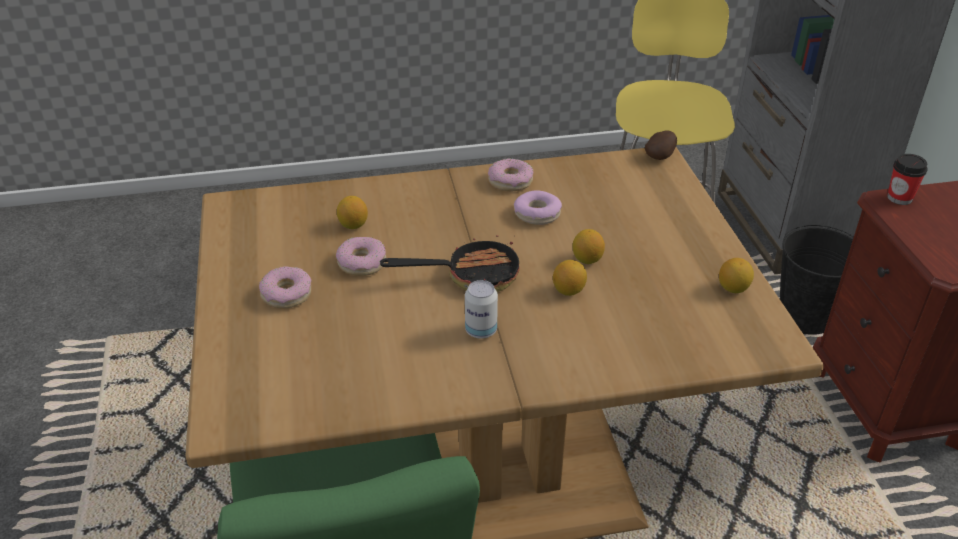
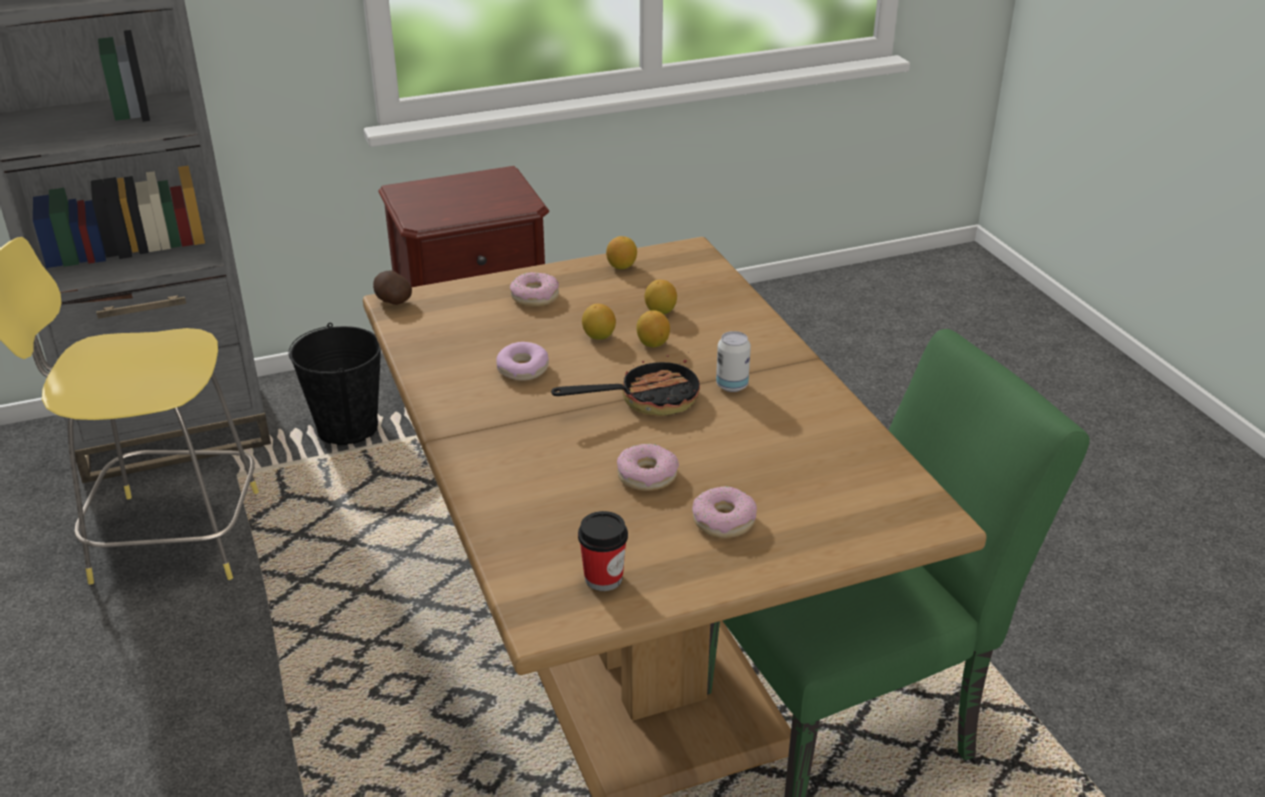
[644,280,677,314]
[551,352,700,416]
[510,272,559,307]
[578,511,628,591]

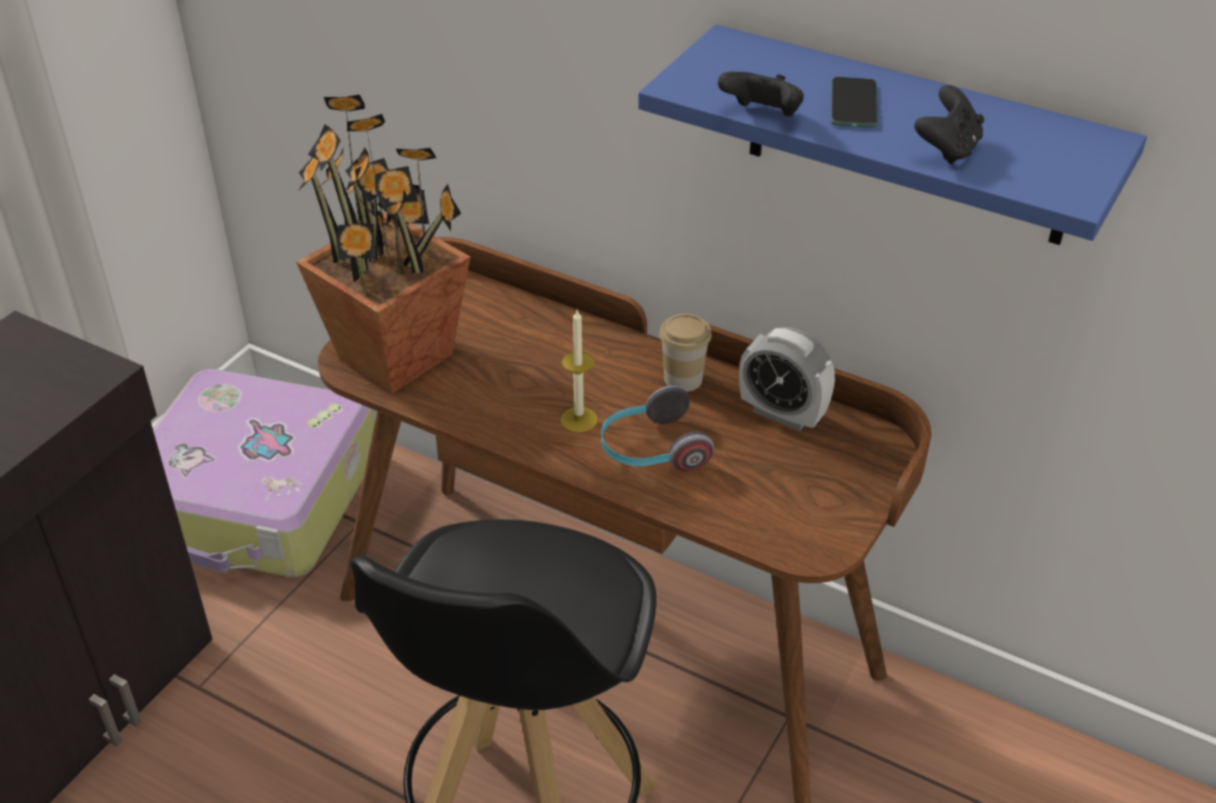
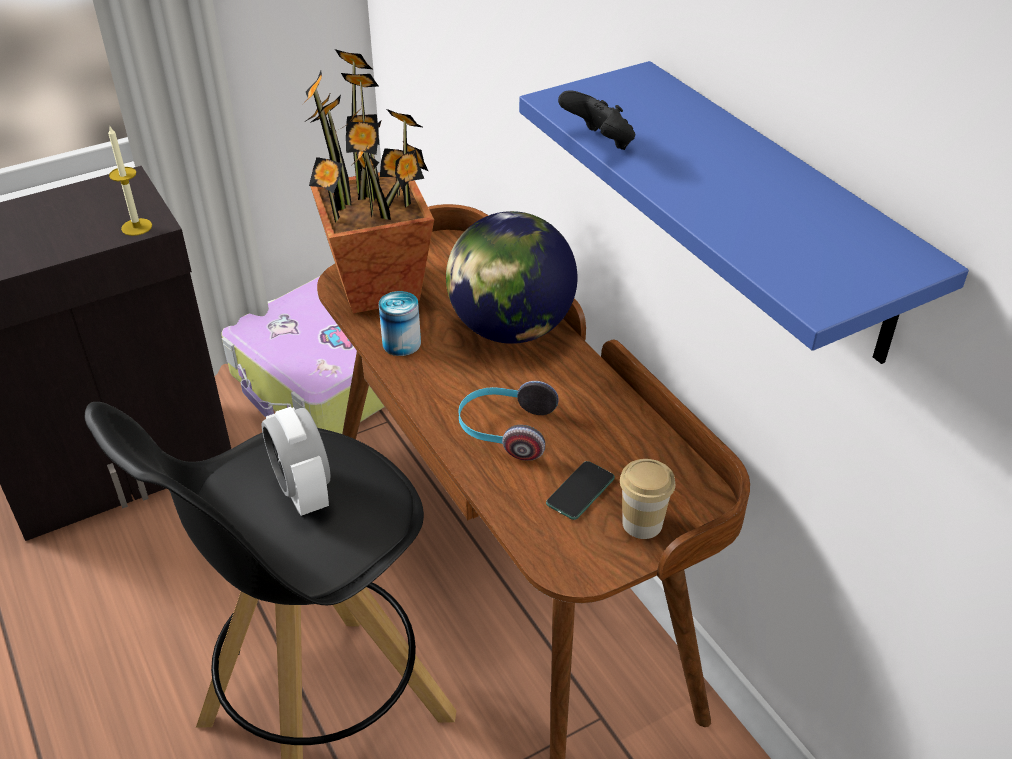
[108,127,152,236]
[620,459,675,539]
[262,407,330,516]
[546,461,615,520]
[914,85,984,165] (first image)
[379,291,421,356]
[446,211,577,344]

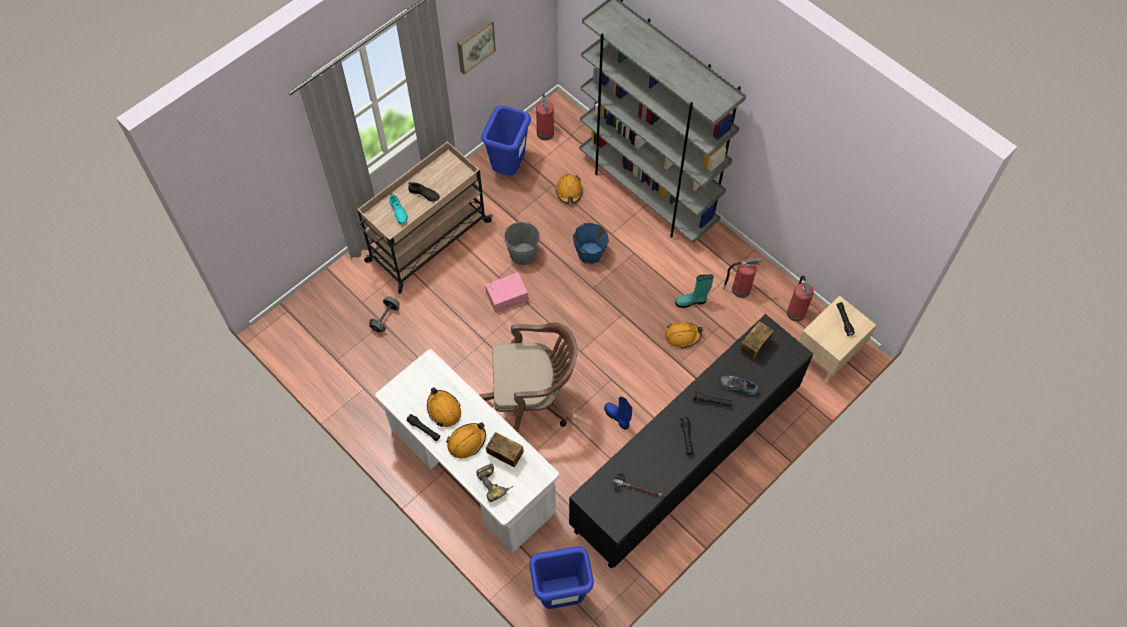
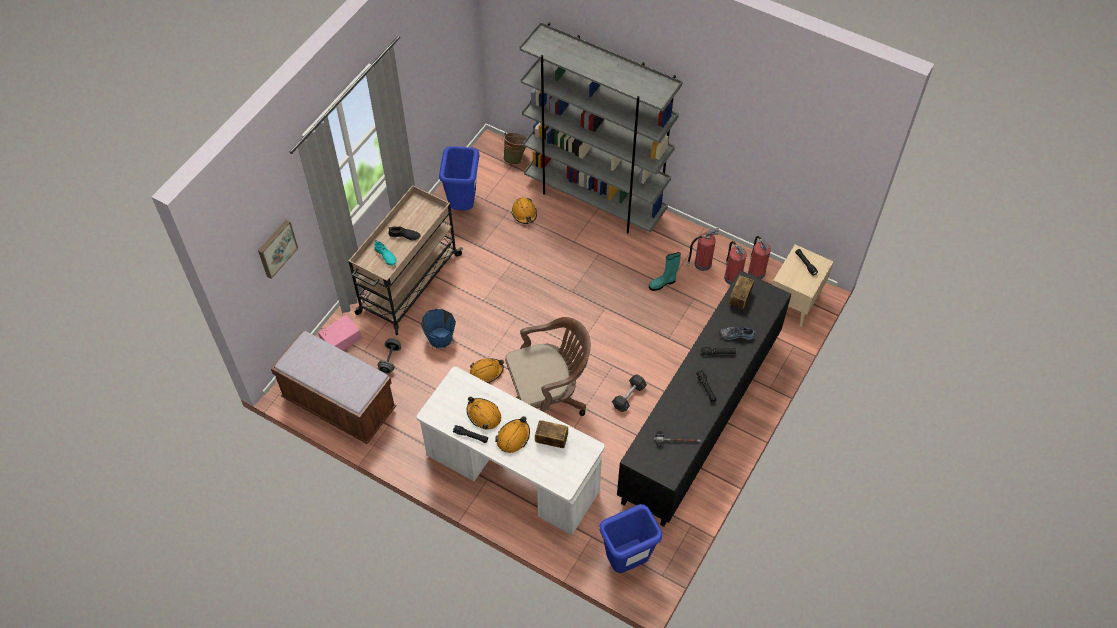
[258,220,298,279]
[476,464,513,502] (first image)
[318,315,362,350]
[504,222,540,265] (first image)
[724,241,747,285]
[421,309,456,349]
[612,374,647,412]
[470,359,504,383]
[271,331,397,444]
[502,132,527,165]

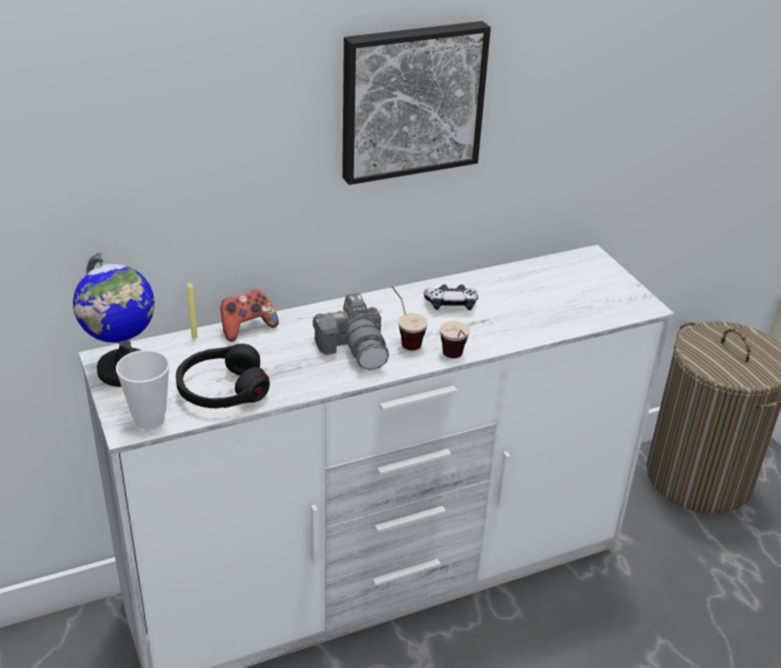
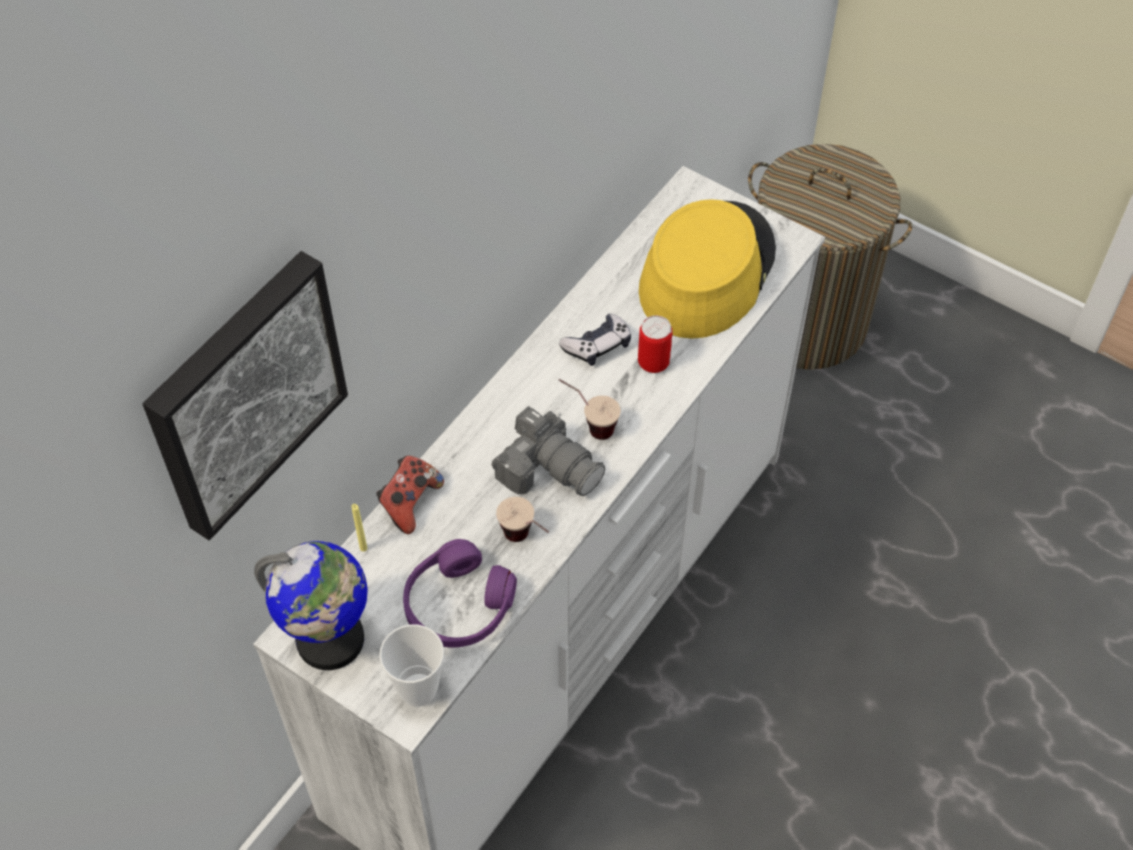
[403,539,517,647]
[143,251,348,540]
[496,497,549,542]
[638,315,673,373]
[639,199,776,339]

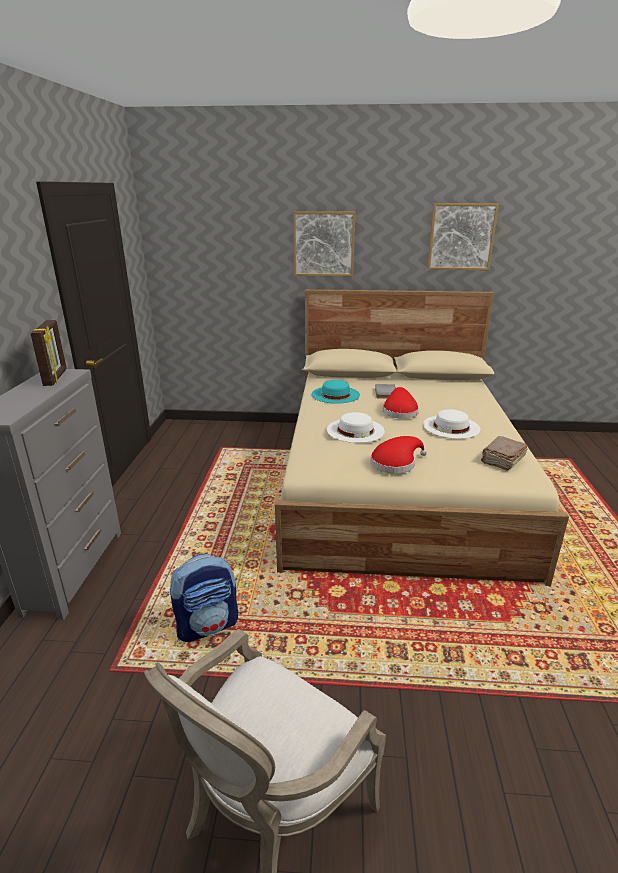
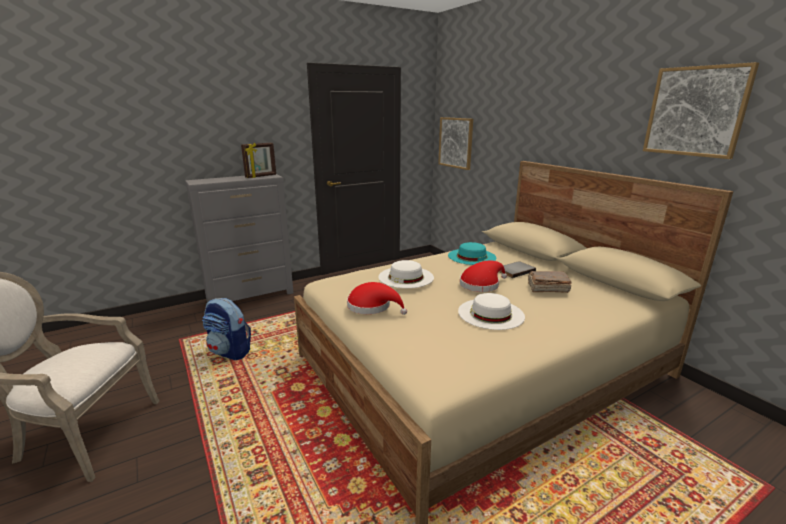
[438,117,473,170]
[528,271,572,293]

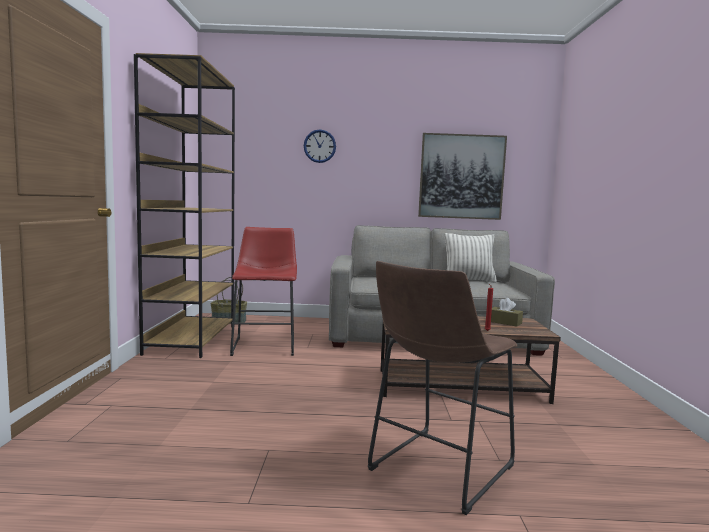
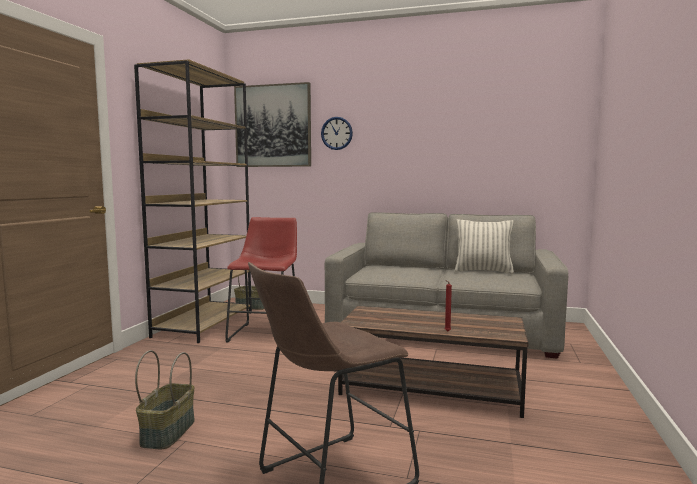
[234,82,311,167]
[491,298,523,327] (first image)
[135,350,195,449]

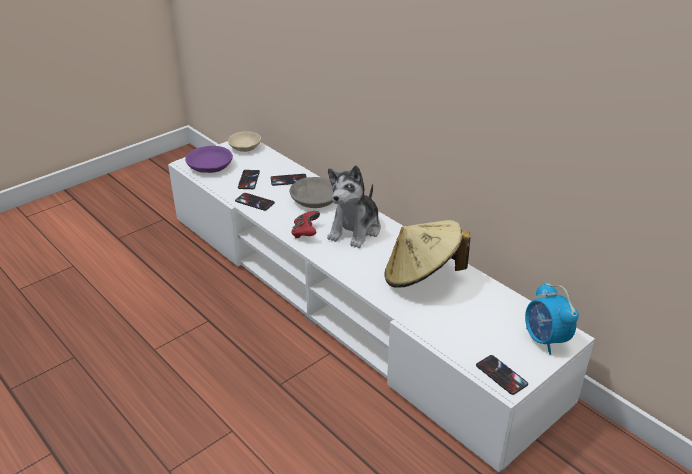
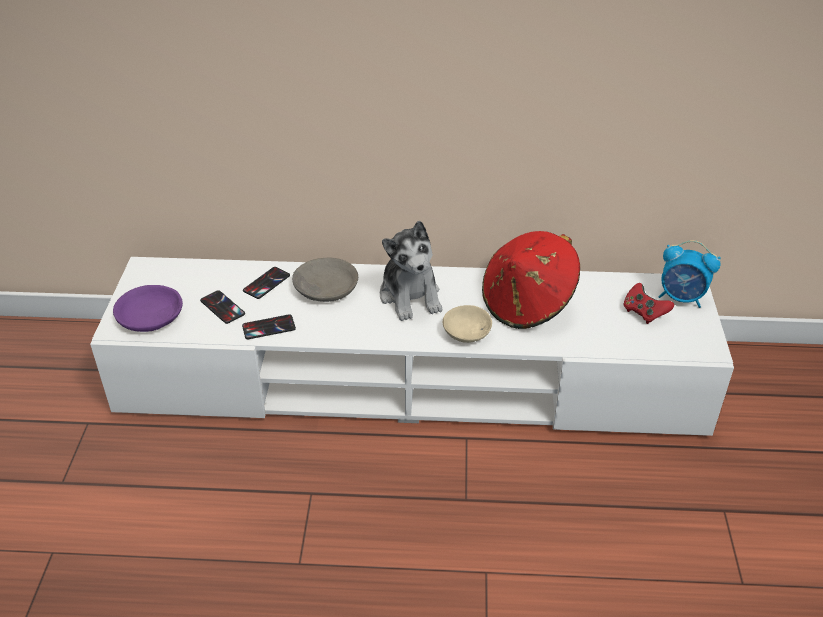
[443,305,492,343]
[623,283,674,324]
[482,231,580,329]
[476,355,528,395] (first image)

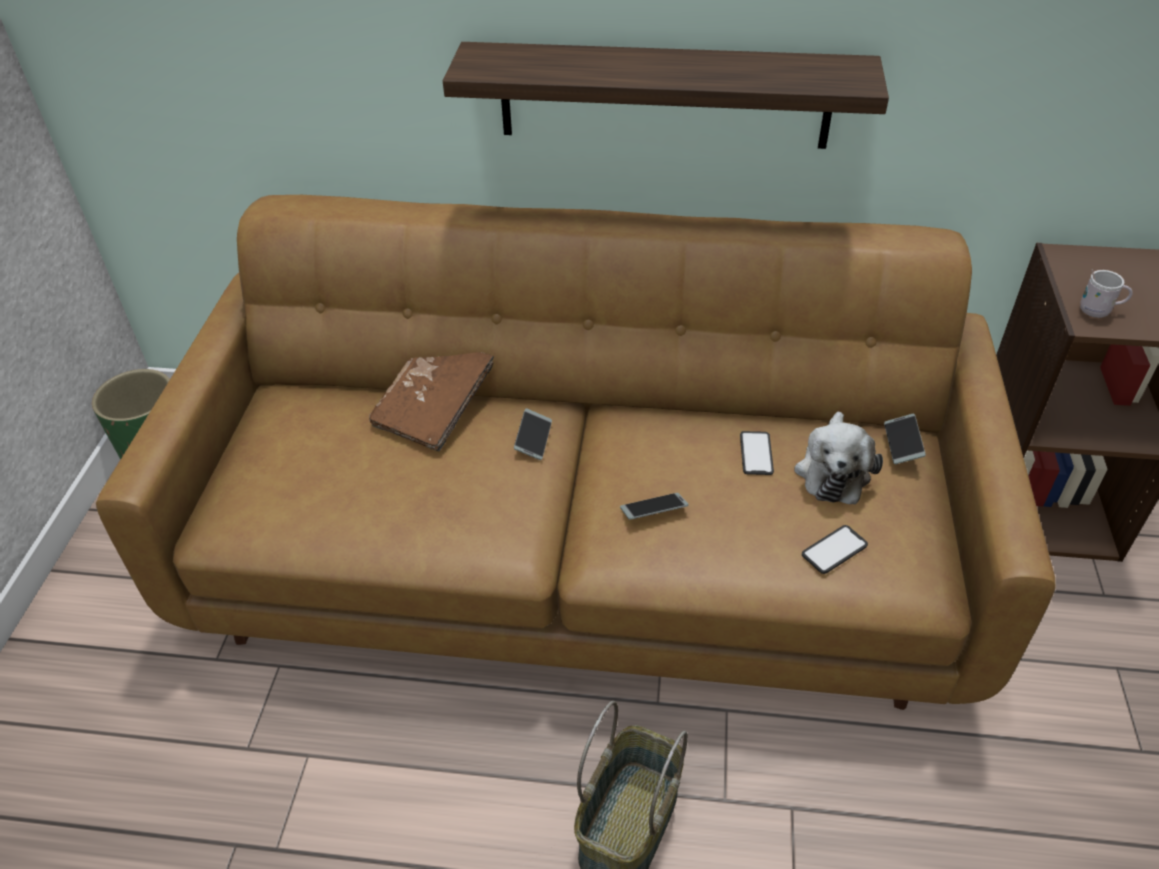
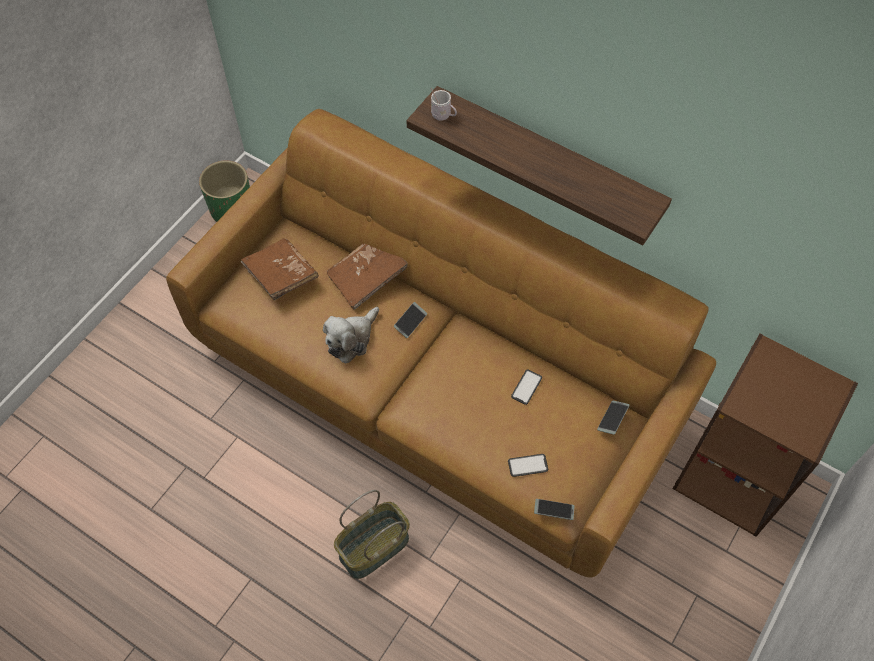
[534,499,574,520]
[323,307,379,364]
[431,88,457,121]
[241,239,319,300]

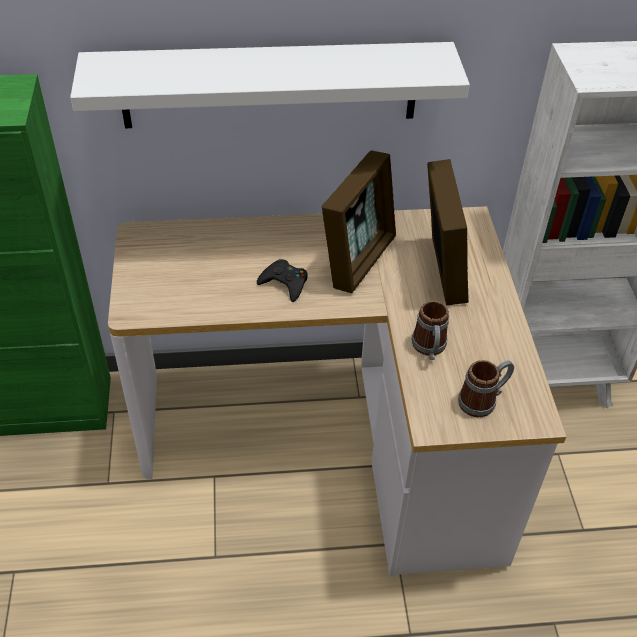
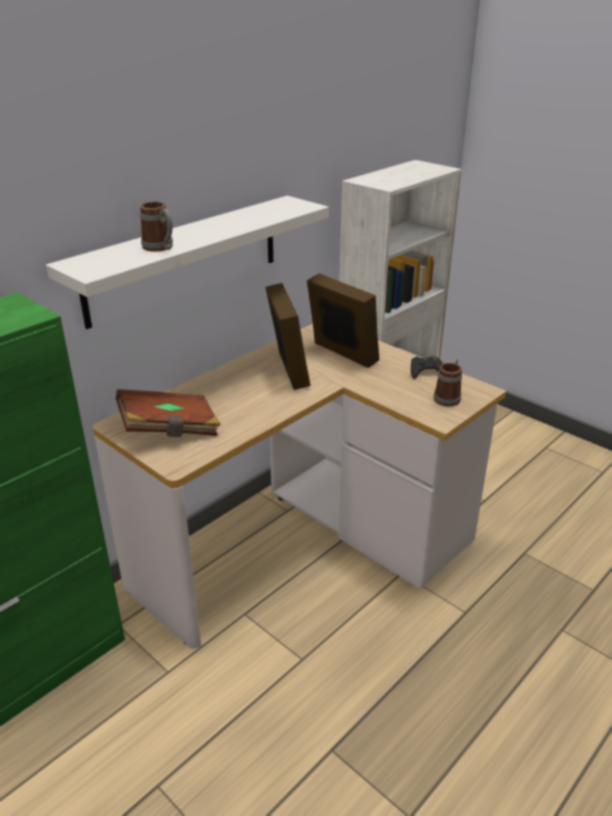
[411,356,444,379]
[140,202,173,252]
[116,389,221,437]

